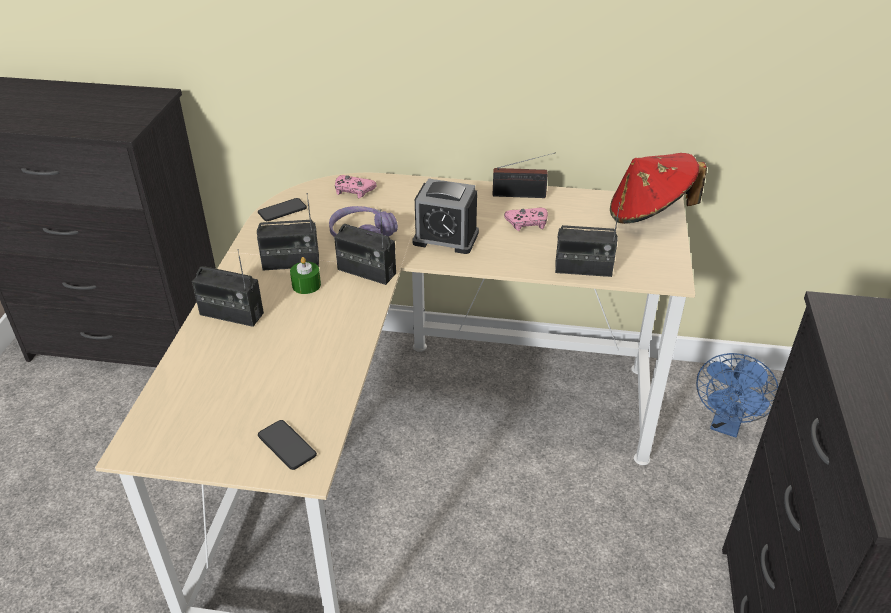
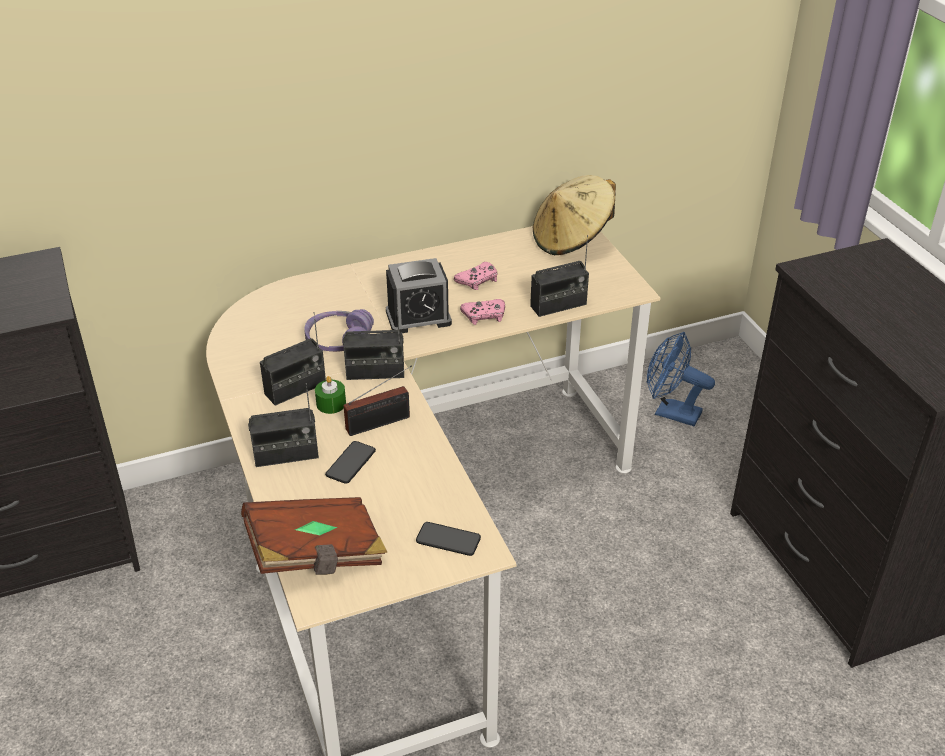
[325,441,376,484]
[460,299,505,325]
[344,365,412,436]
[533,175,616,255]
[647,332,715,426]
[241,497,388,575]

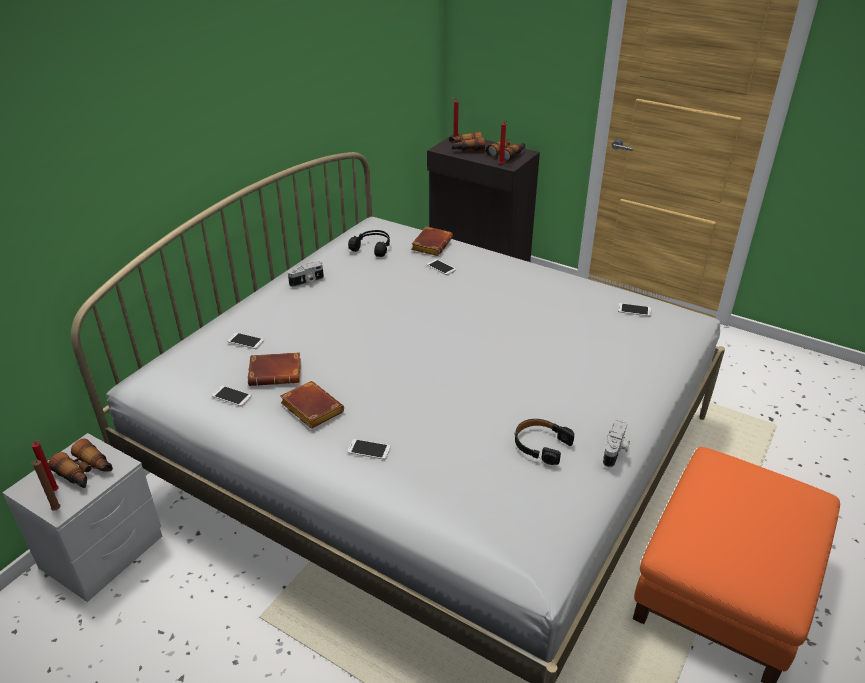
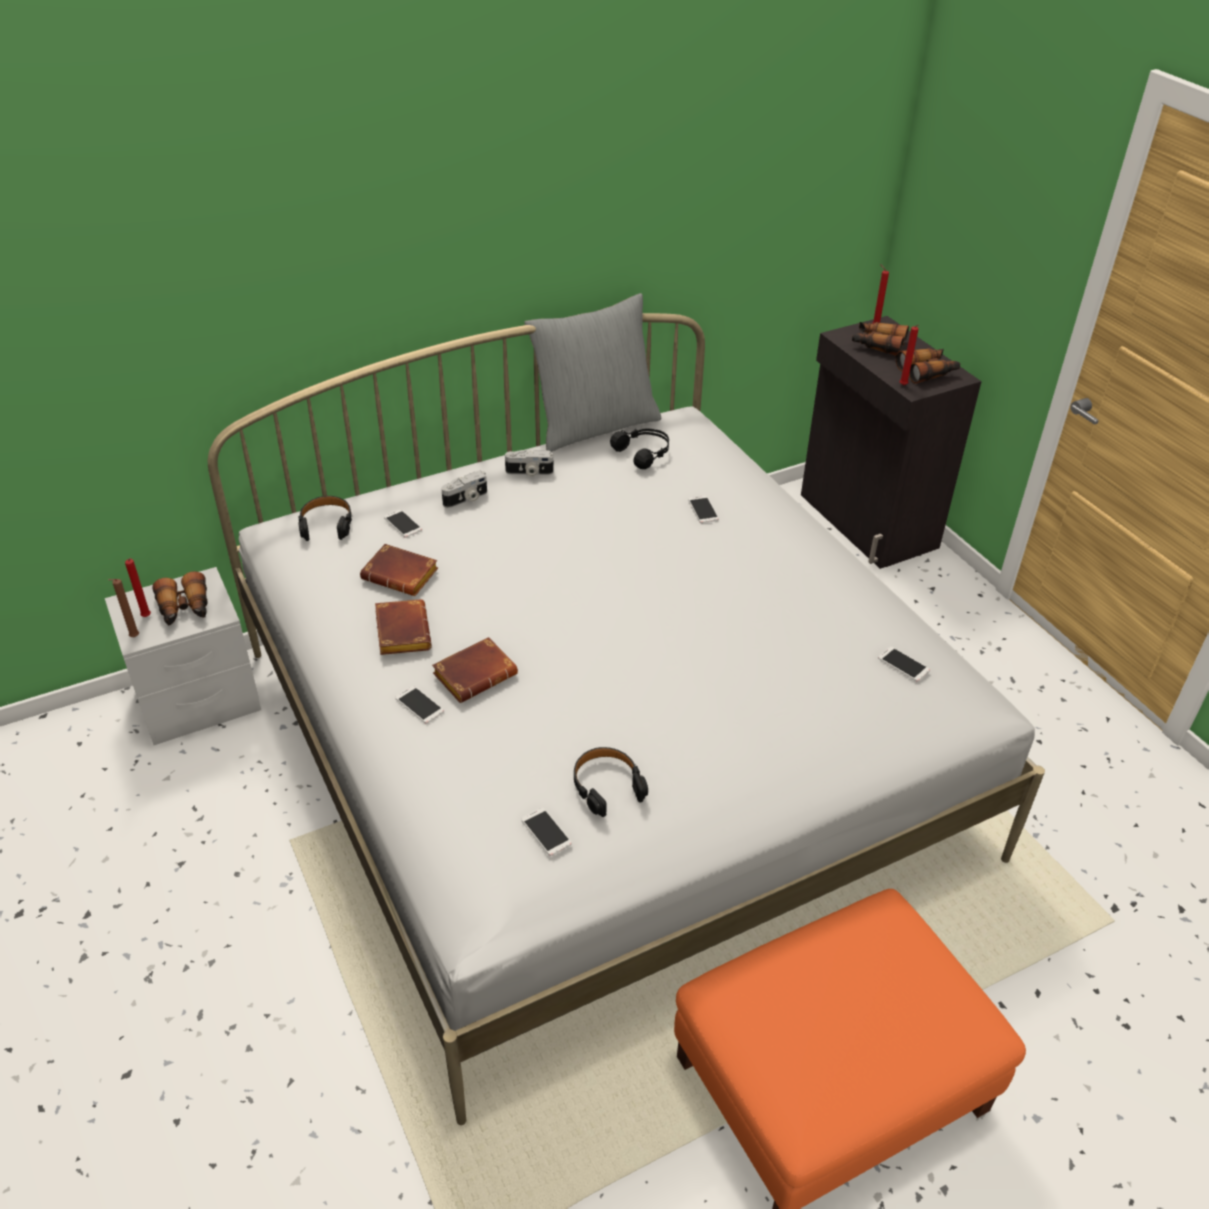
[521,808,572,856]
[432,637,518,703]
[441,470,487,508]
[298,496,352,541]
[524,293,661,452]

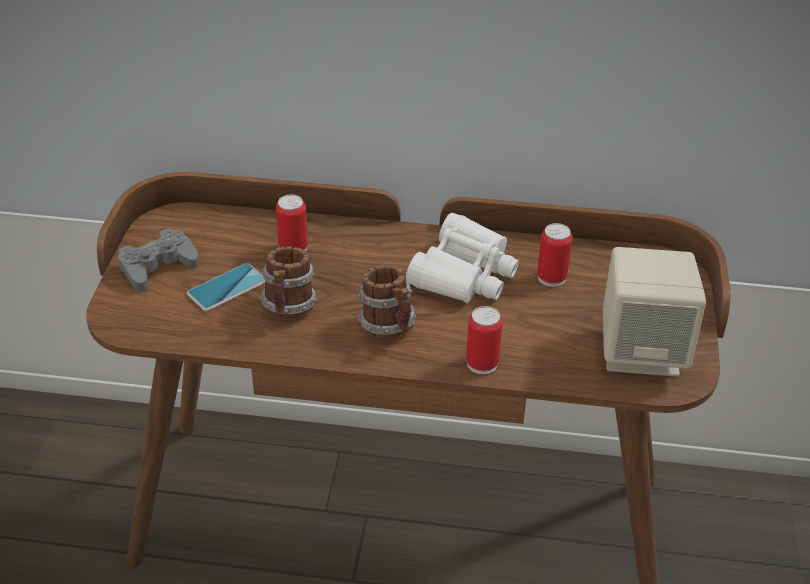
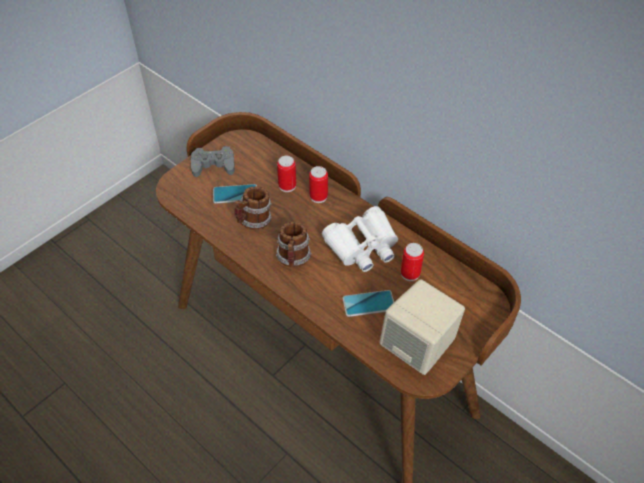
[309,166,328,203]
[342,290,394,317]

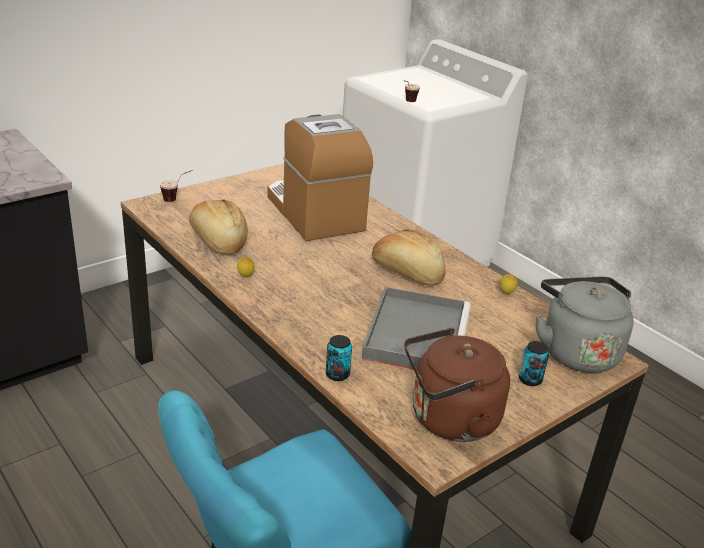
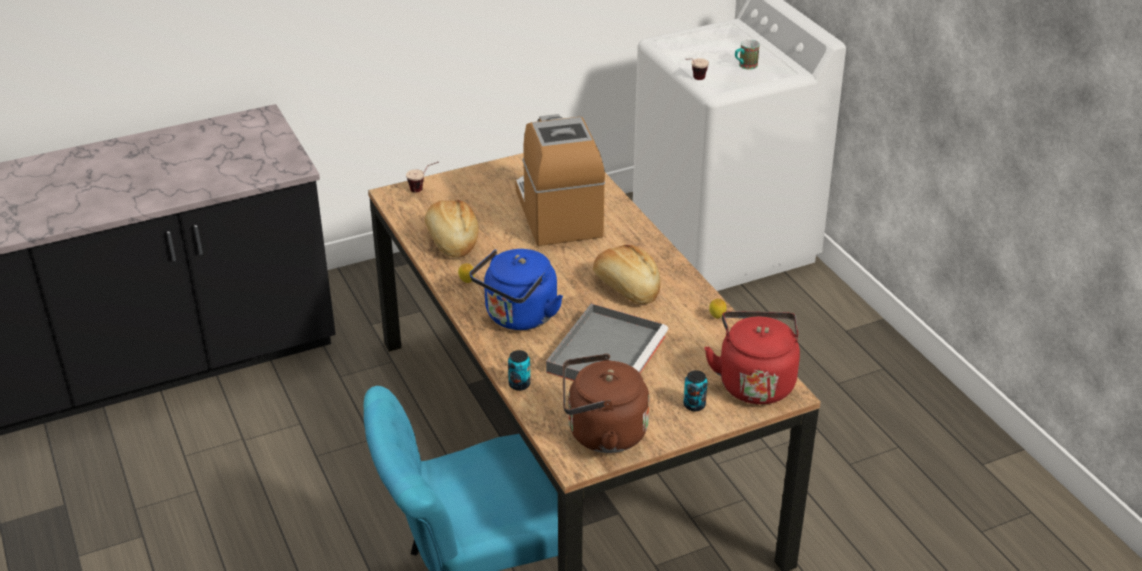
[704,311,800,404]
[470,249,563,330]
[735,40,760,70]

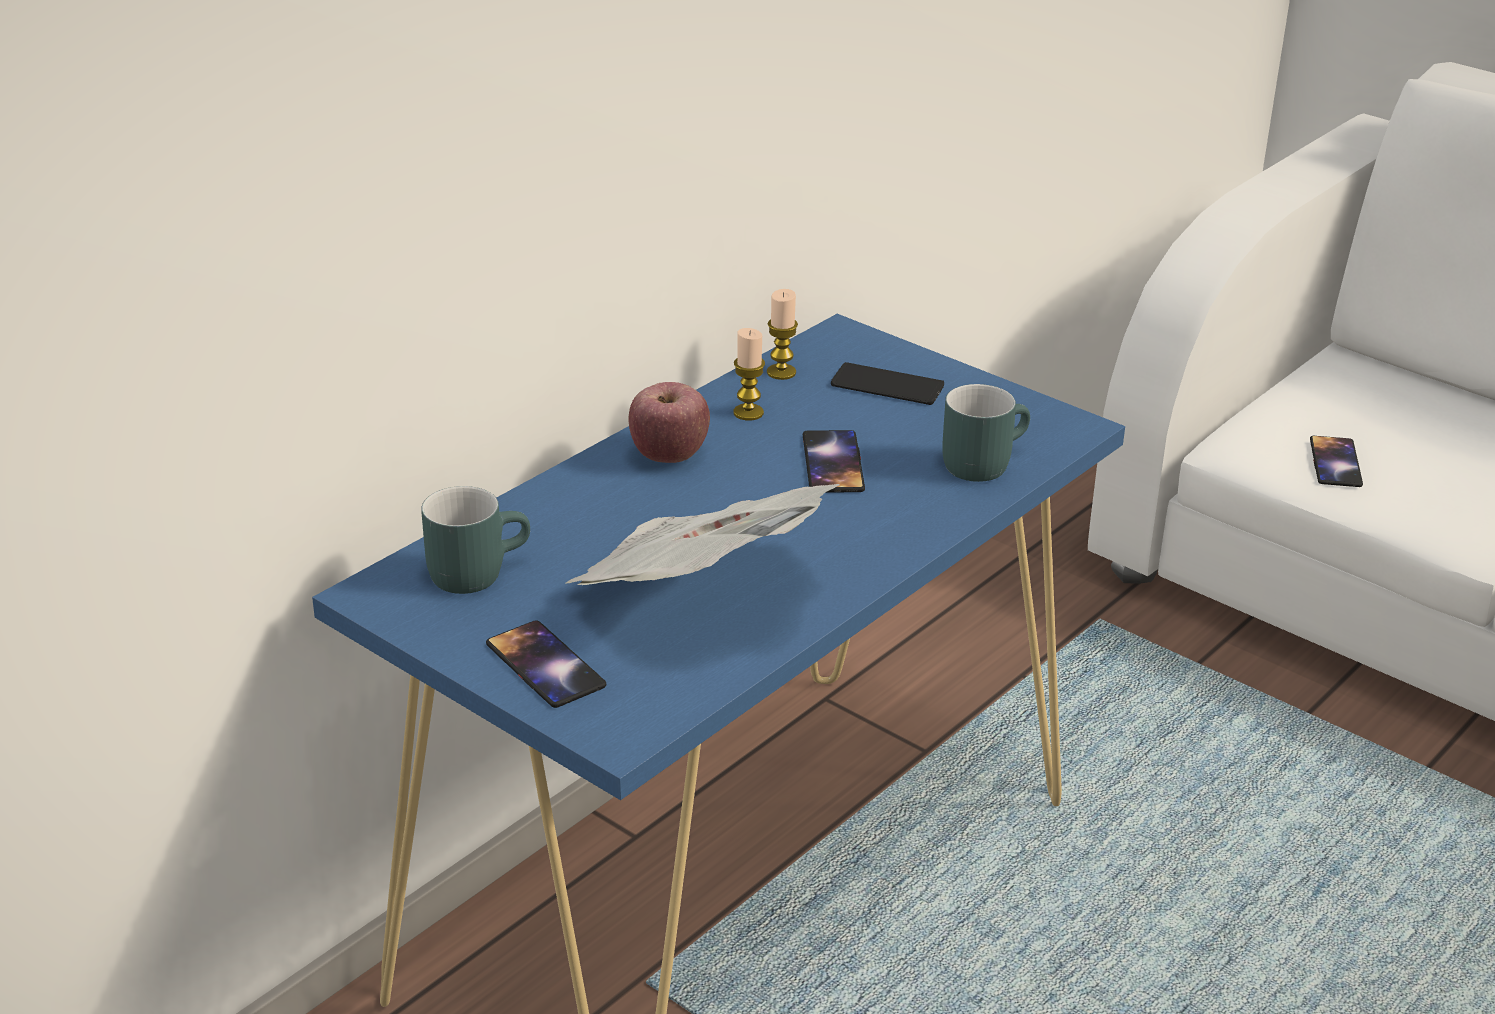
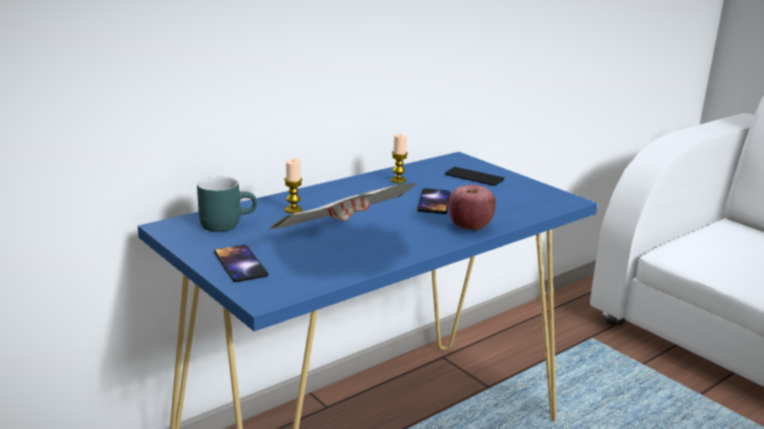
[449,185,496,230]
[284,158,302,213]
[942,384,1030,482] (first image)
[1310,436,1363,487] (first image)

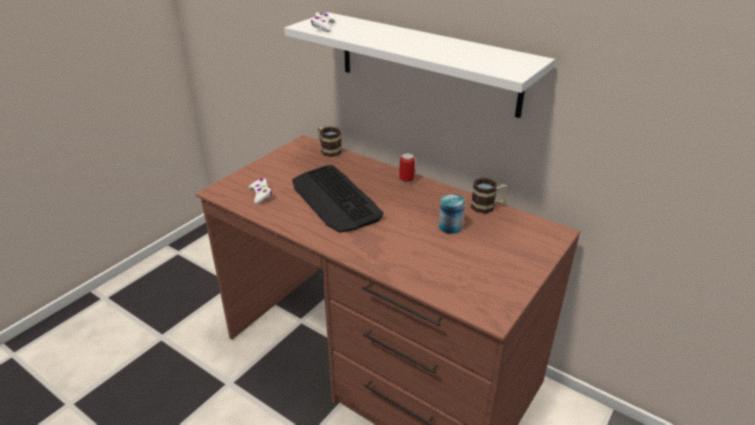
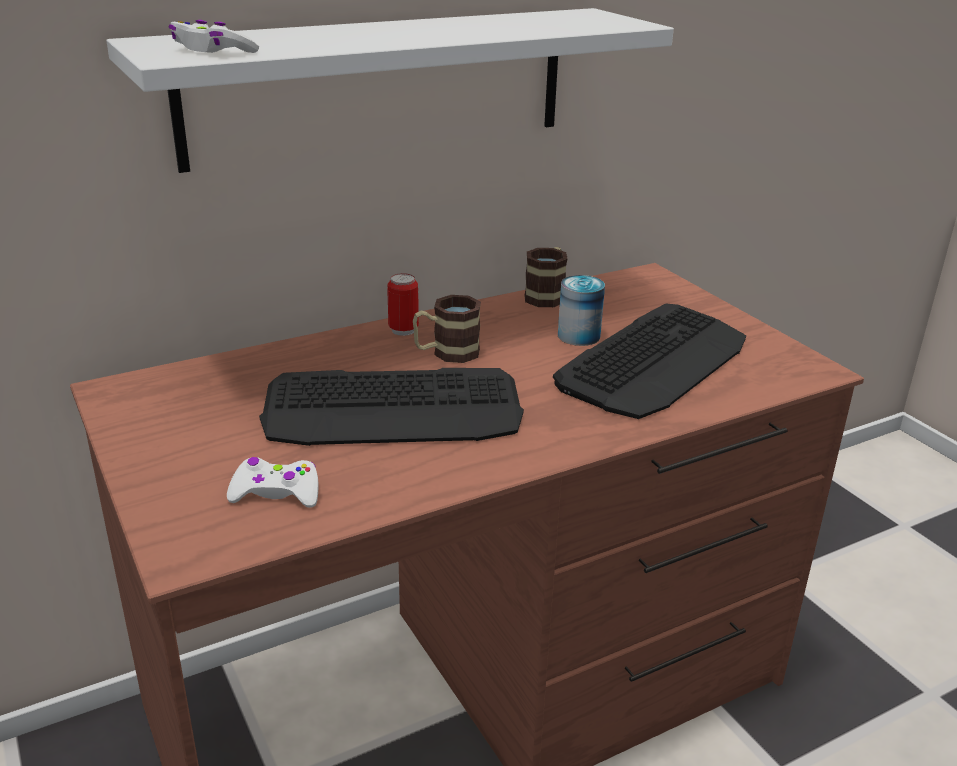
[413,295,481,363]
[553,303,747,419]

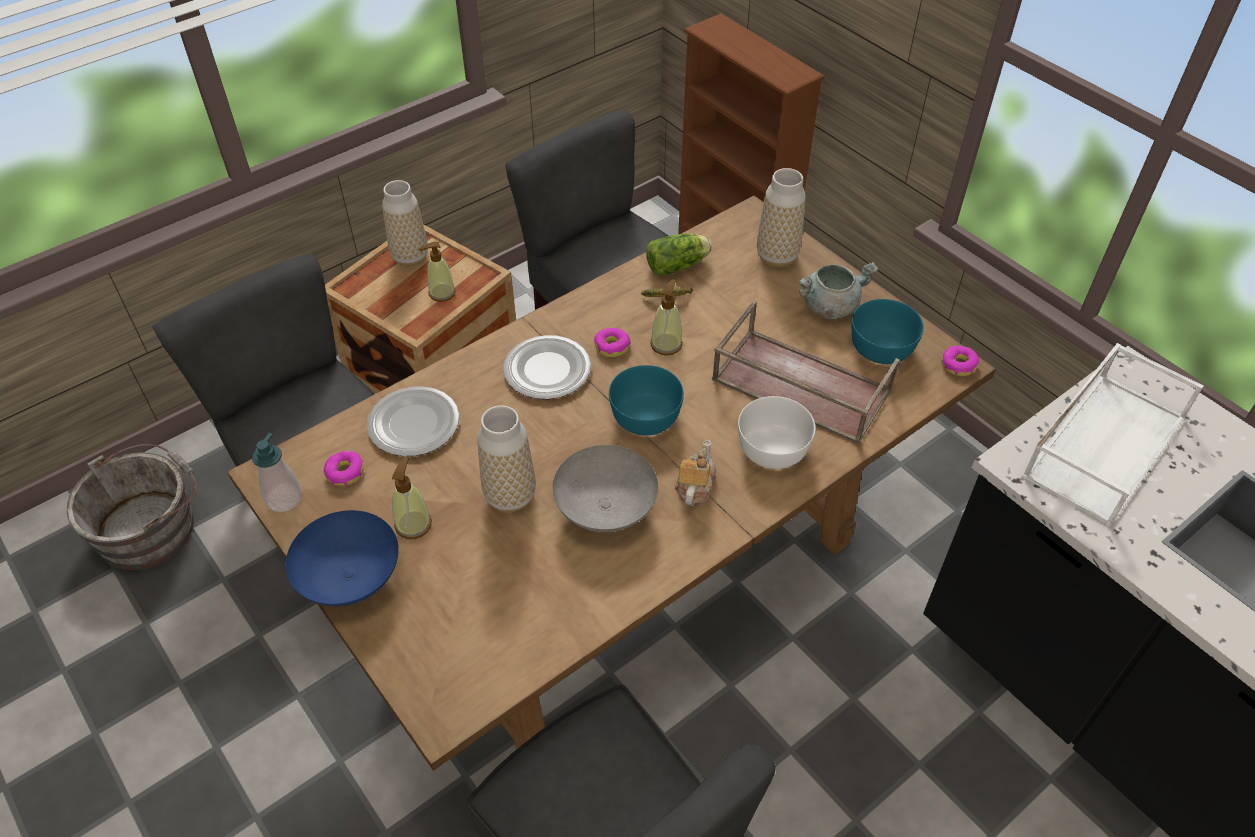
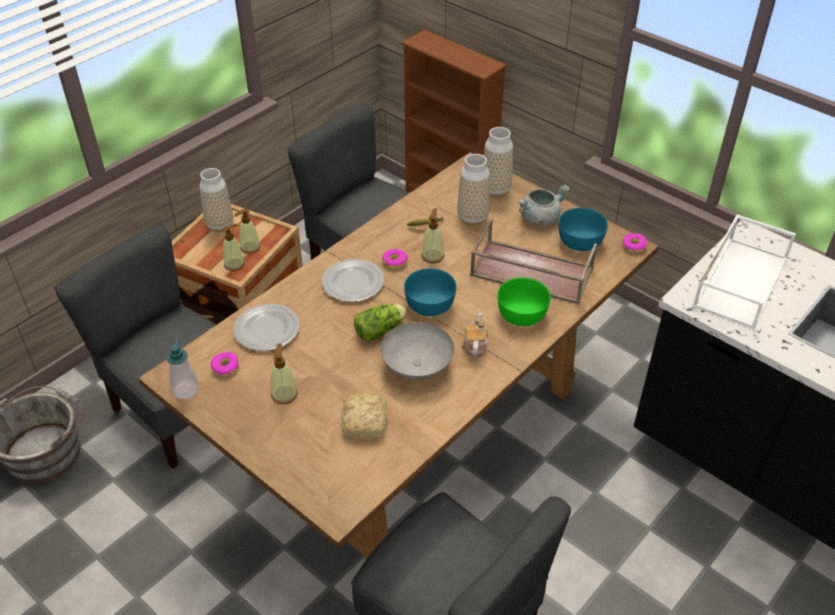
[285,510,399,606] (first image)
[457,154,490,226]
[354,304,407,341]
[497,278,551,326]
[223,224,245,271]
[340,392,387,439]

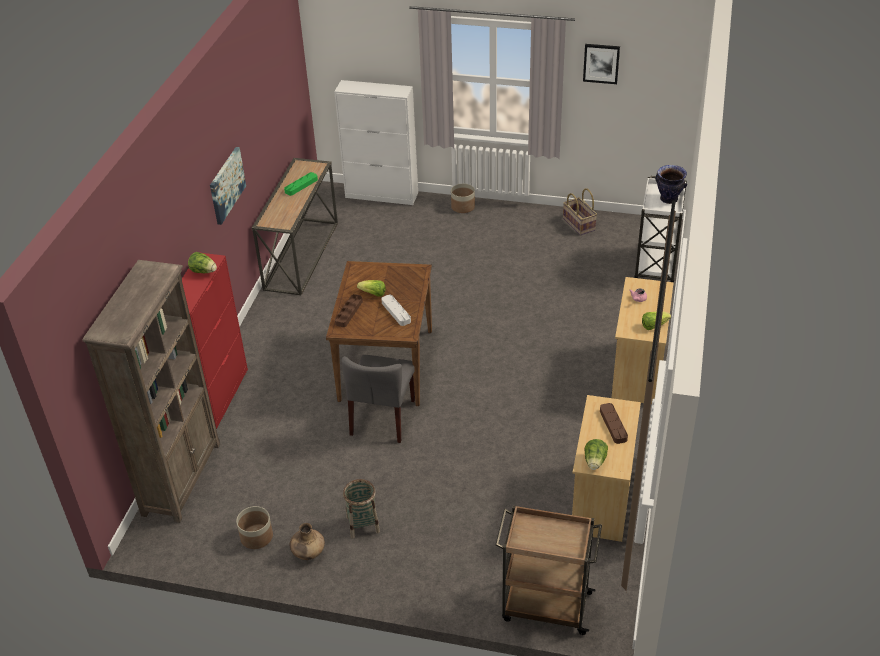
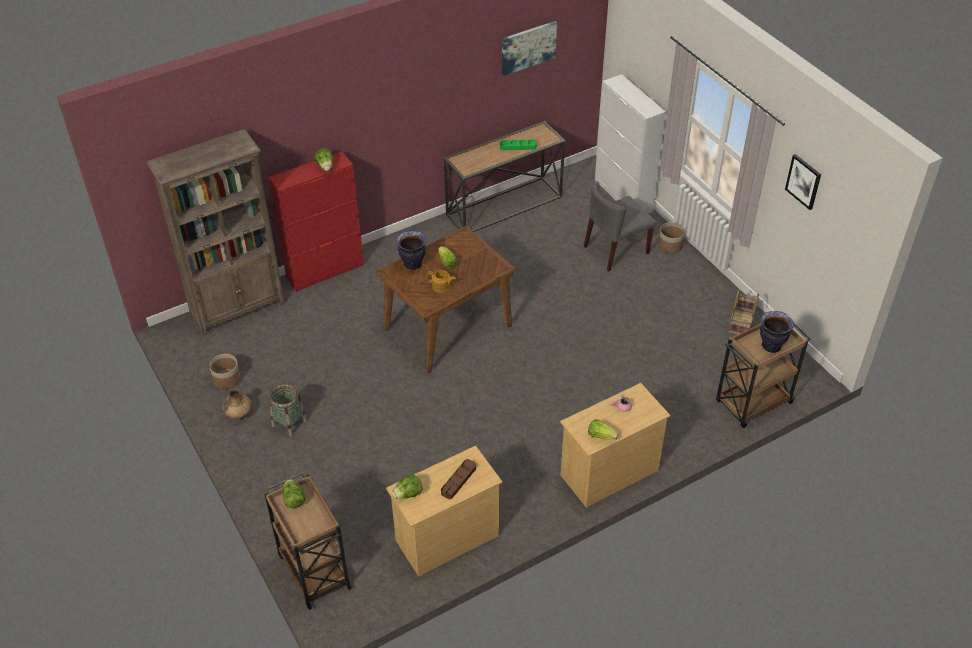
[502,21,557,76]
[396,231,426,270]
[584,182,656,272]
[428,270,456,293]
[716,323,811,428]
[283,479,306,509]

